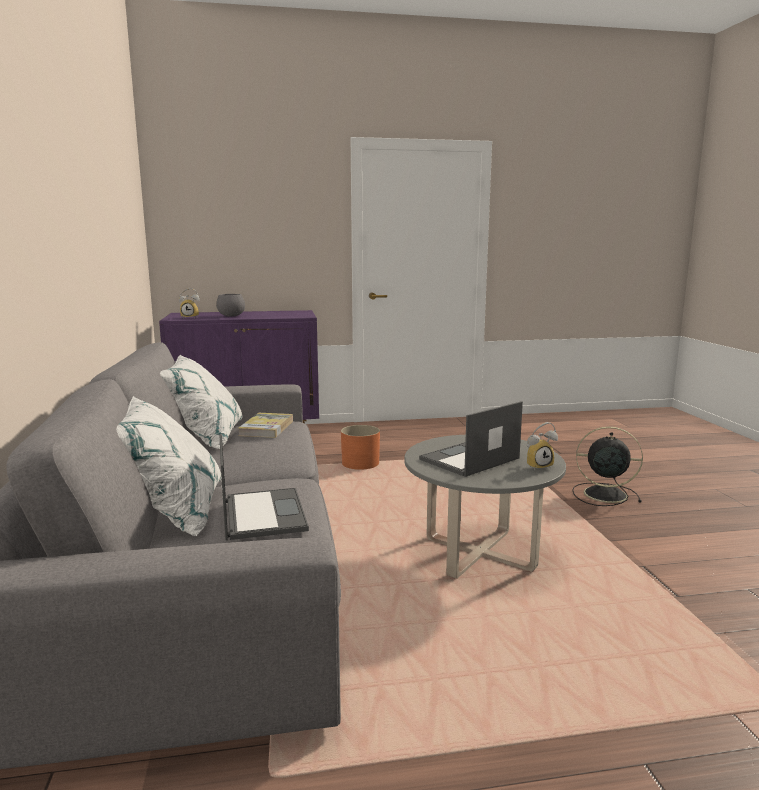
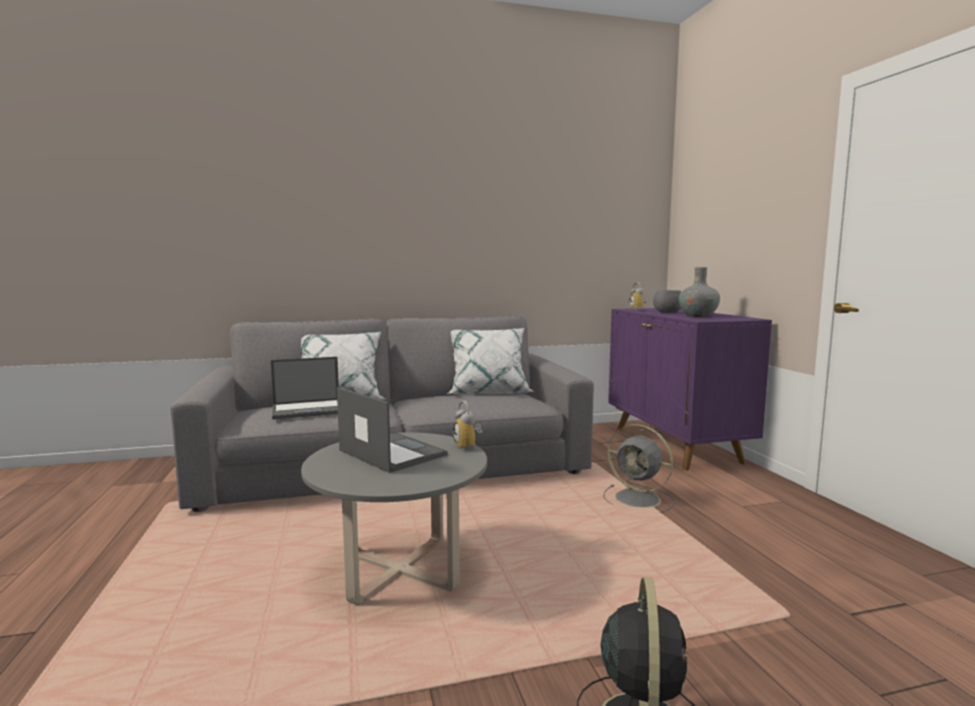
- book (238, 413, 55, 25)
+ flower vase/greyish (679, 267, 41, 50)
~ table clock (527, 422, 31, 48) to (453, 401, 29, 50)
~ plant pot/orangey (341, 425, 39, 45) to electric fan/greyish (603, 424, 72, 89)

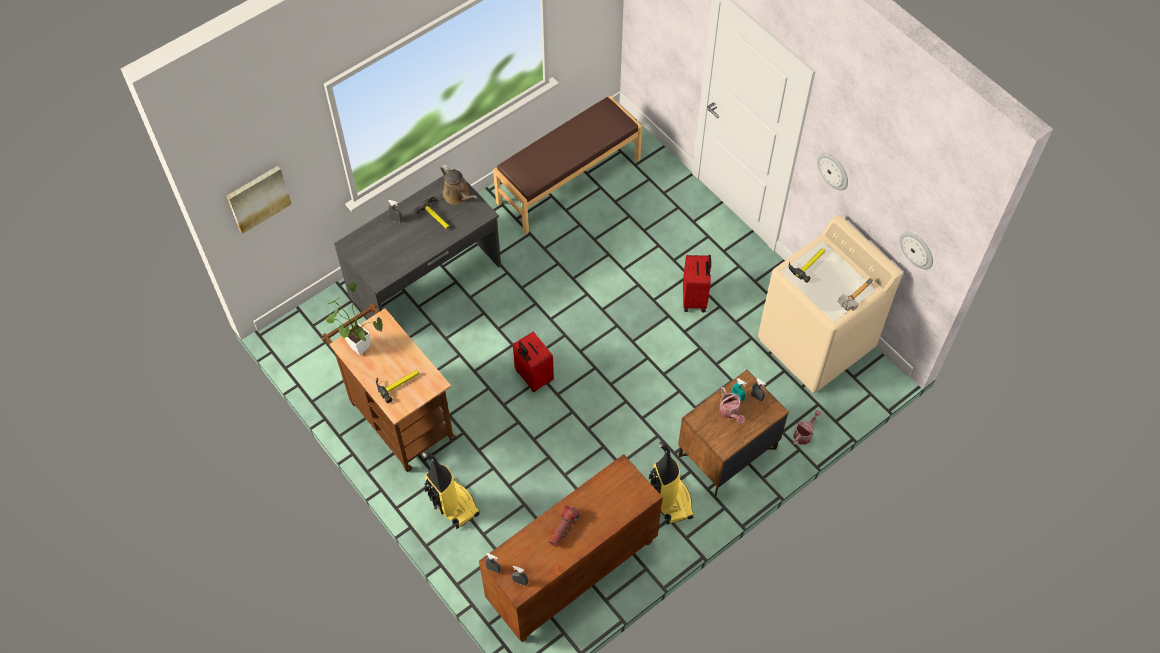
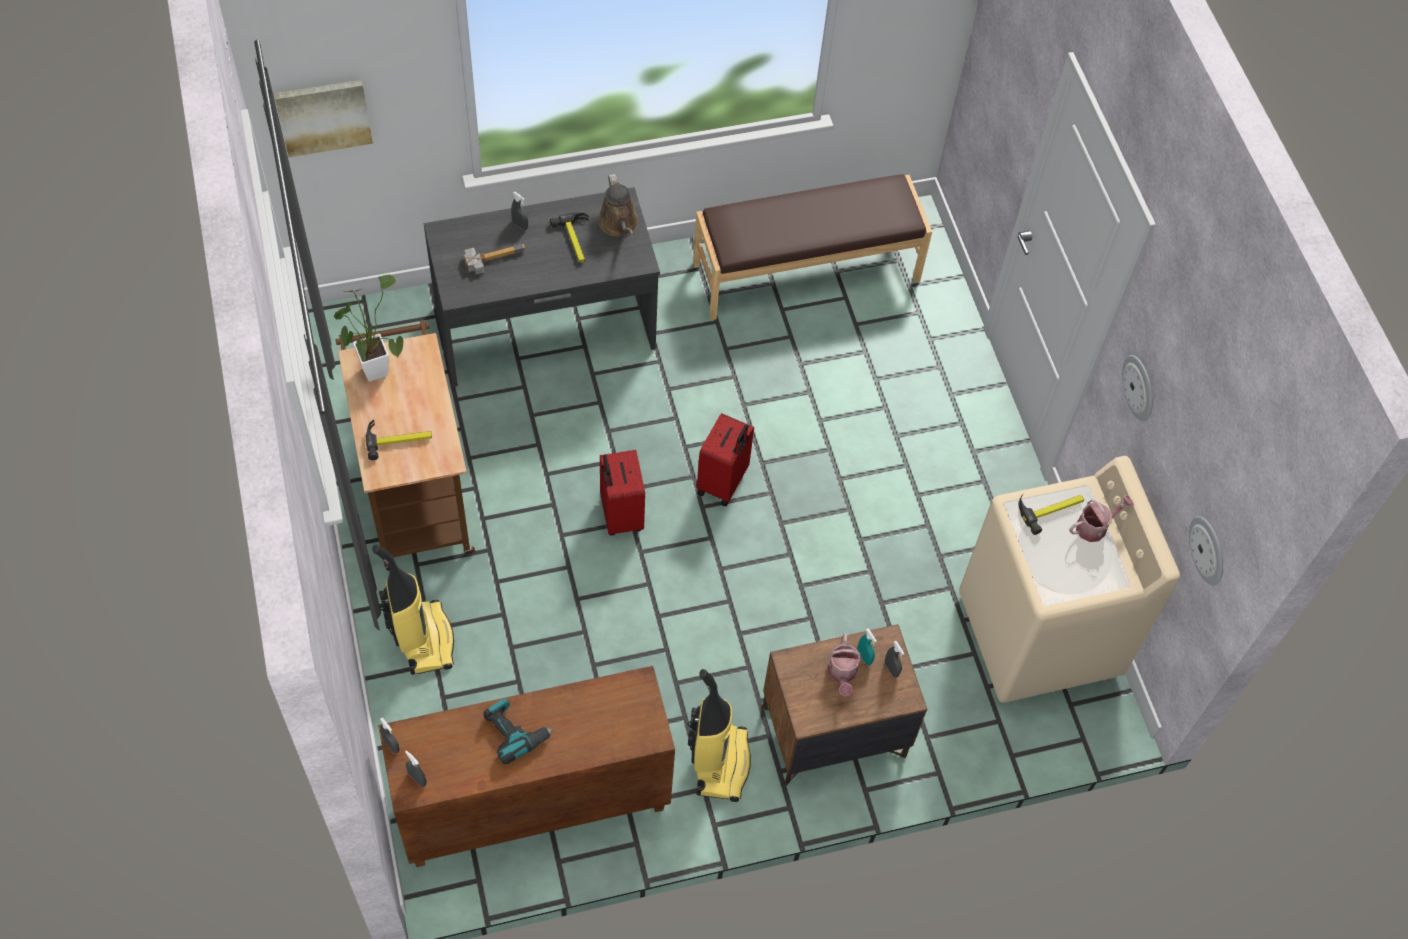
~ piece of luggage/reddish (683, 255, 28, 57) to (697, 413, 57, 93)
~ sprinkling can (793, 410, 29, 35) to (1069, 495, 65, 47)
~ hammer (838, 278, 35, 33) to (464, 244, 61, 30)
~ flashlight (549, 505, 31, 42) to electric drill (484, 698, 70, 66)

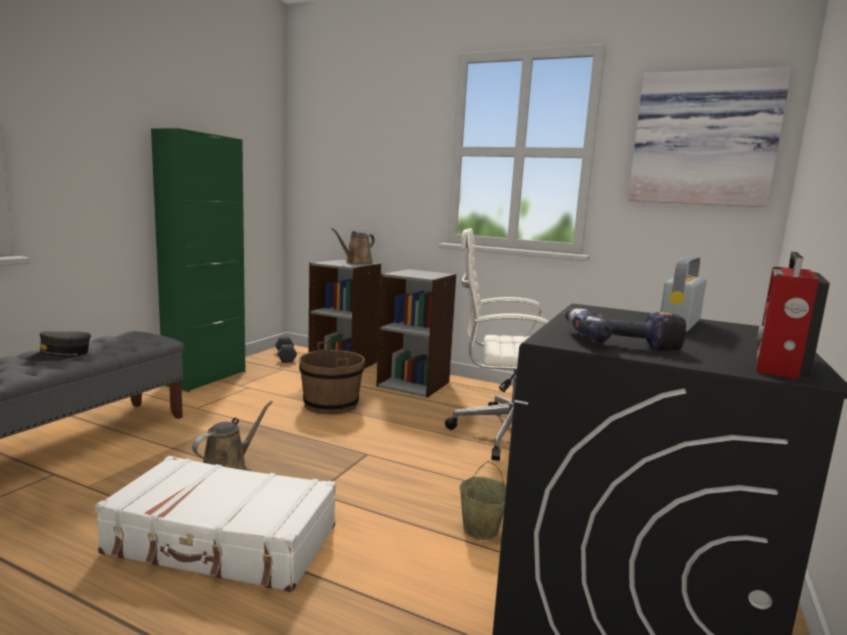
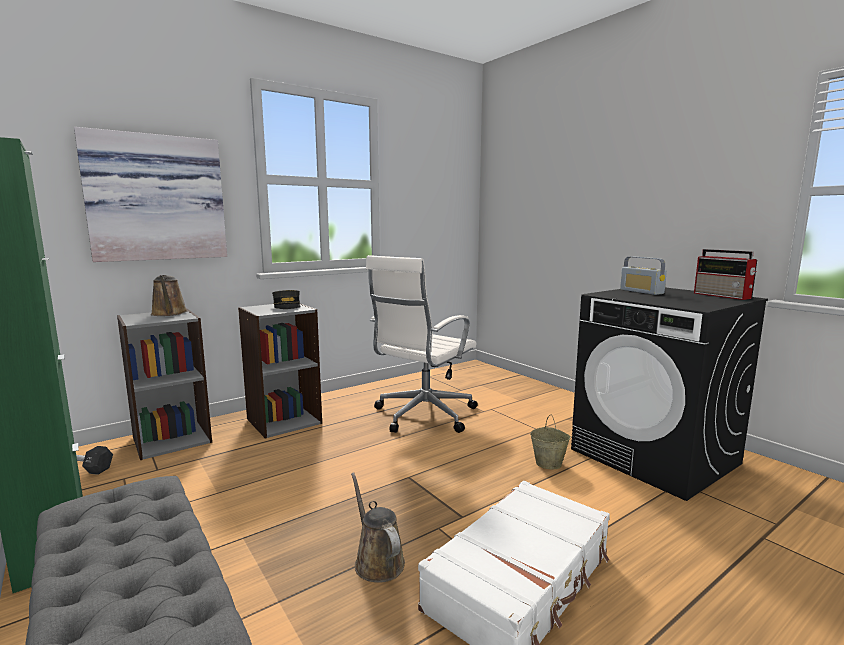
- water bucket/brownish (299, 342, 66, 72)
- electric drill (565, 308, 121, 42)
~ baseball cap/greyish (25, 331, 66, 30) to (272, 290, 28, 19)
~ wall picture (628, 67, 164, 140) to (74, 127, 153, 135)

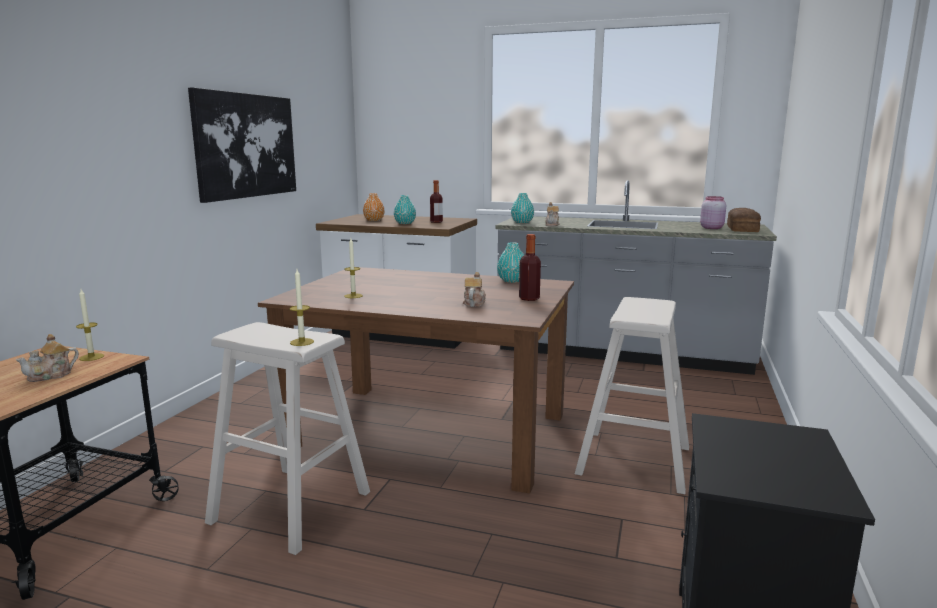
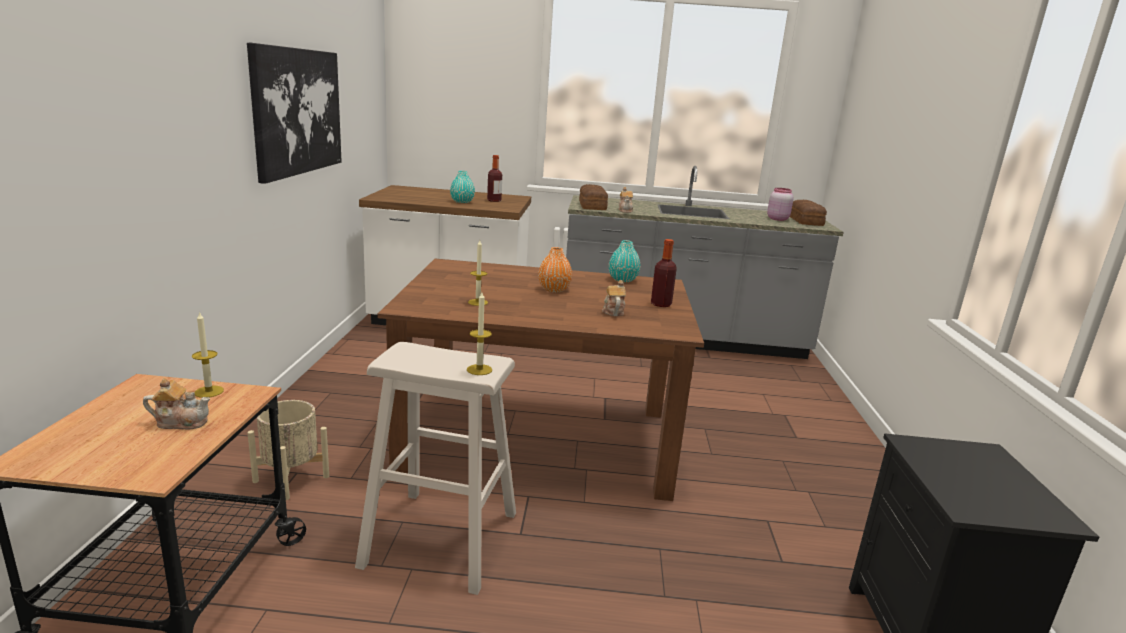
- sitting stool/beige (575, 297, 114, 197)
+ plant pot/beige (247, 400, 82, 100)
~ flower vase/orangey (363, 193, 22, 28) to (538, 247, 34, 45)
~ flower vase/turquoise (511, 193, 23, 30) to bread (579, 184, 29, 26)
~ teapot (15, 334, 64, 48) = (143, 378, 67, 51) 120 degrees counterclockwise

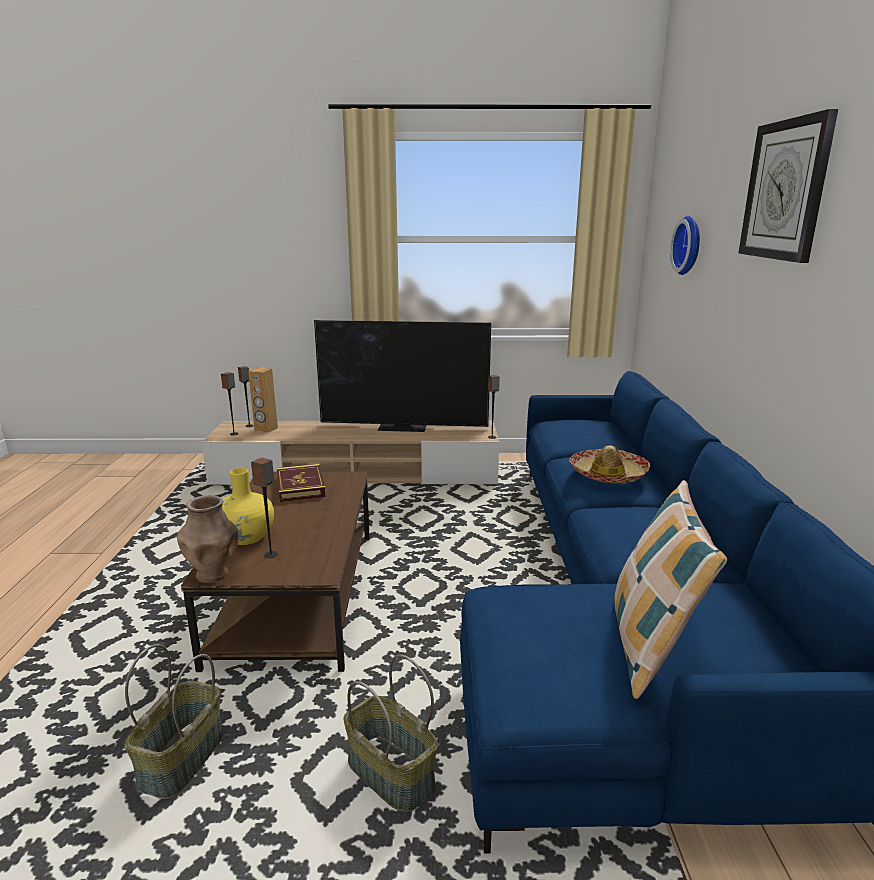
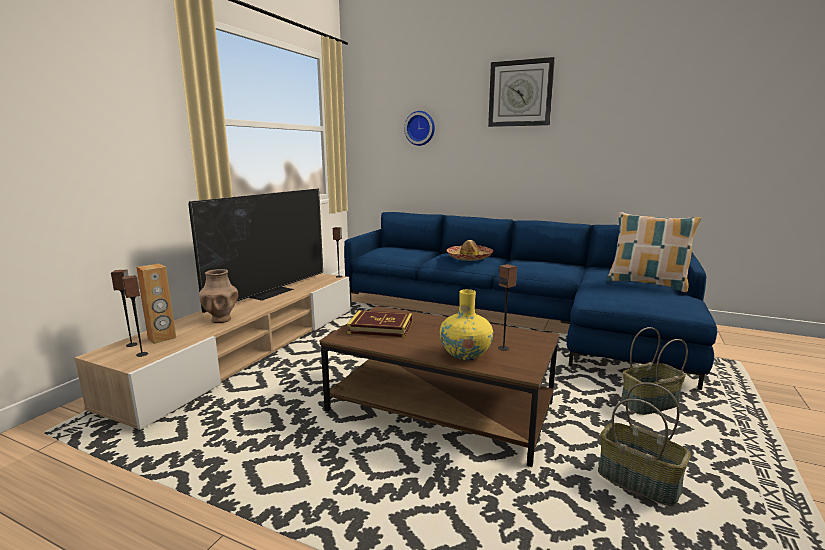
~ flower vase/brownish (177, 495, 62, 88) to (199, 269, 39, 54)

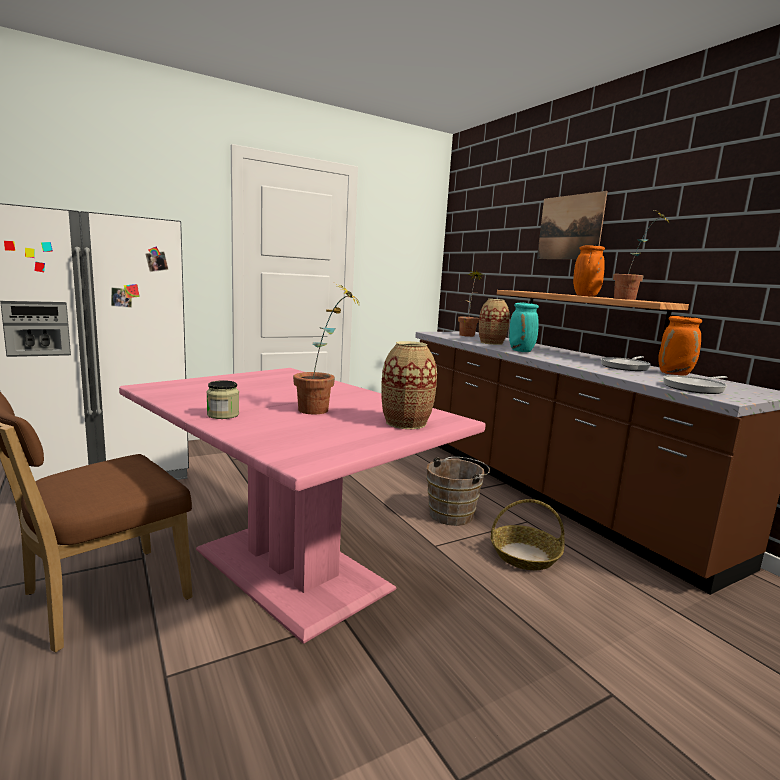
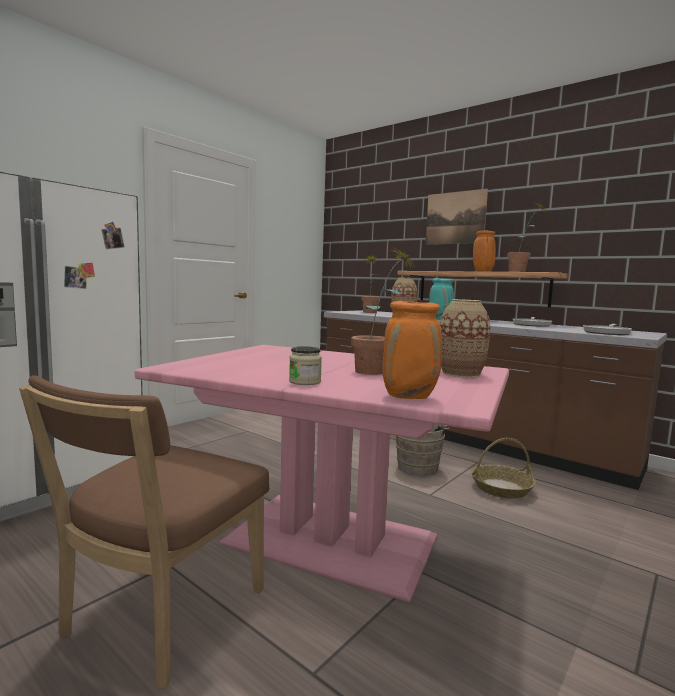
~ flower vase/orangey (658, 316, 44, 60) to (382, 301, 60, 98)

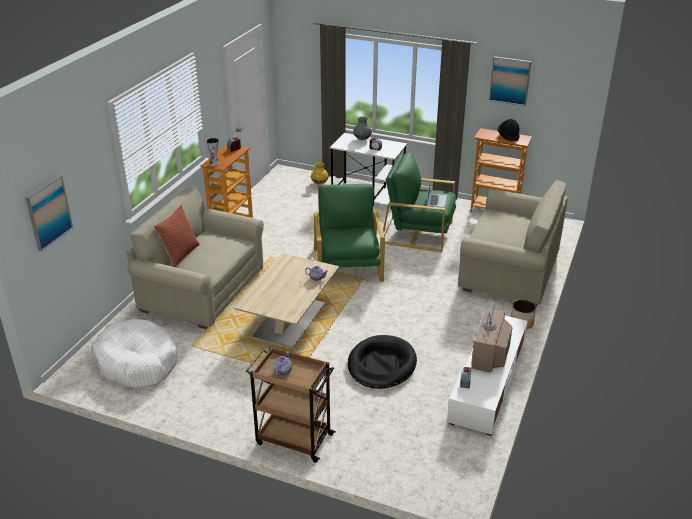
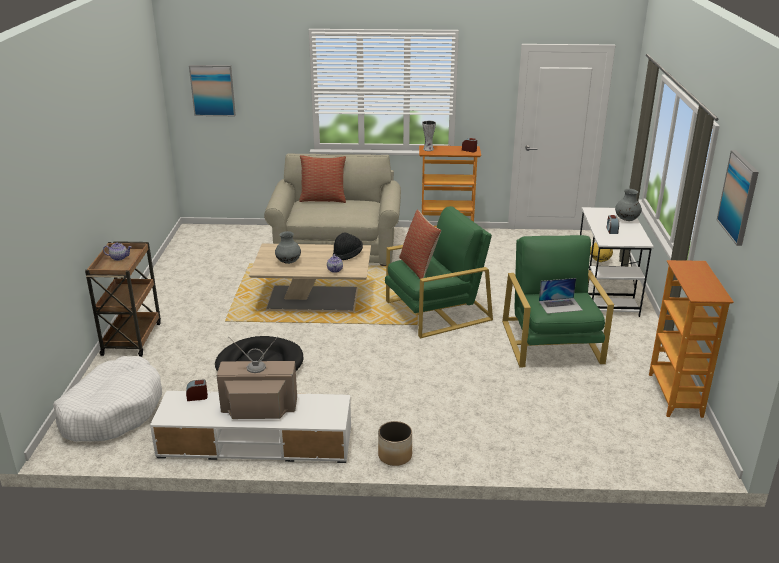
- sofa/beige (458, 180, 110, 126)
+ flower vase/greyish (275, 231, 26, 33)
+ cushion (399, 210, 42, 69)
~ pet bed/white (91, 319, 86, 70) to (53, 356, 109, 86)
~ clothing hat/blackish (498, 119, 22, 22) to (333, 233, 30, 27)

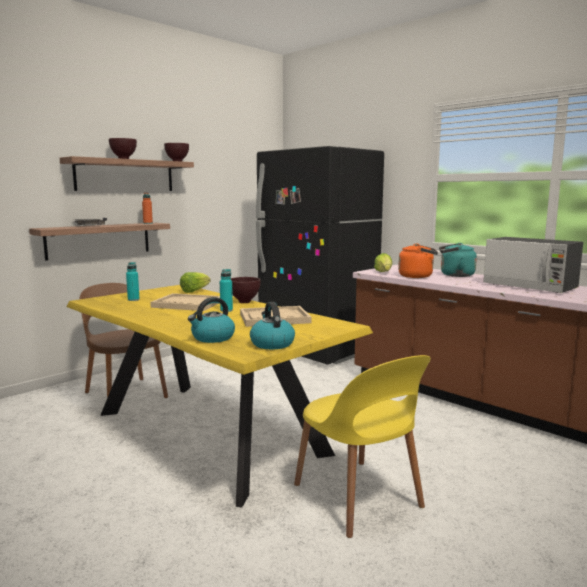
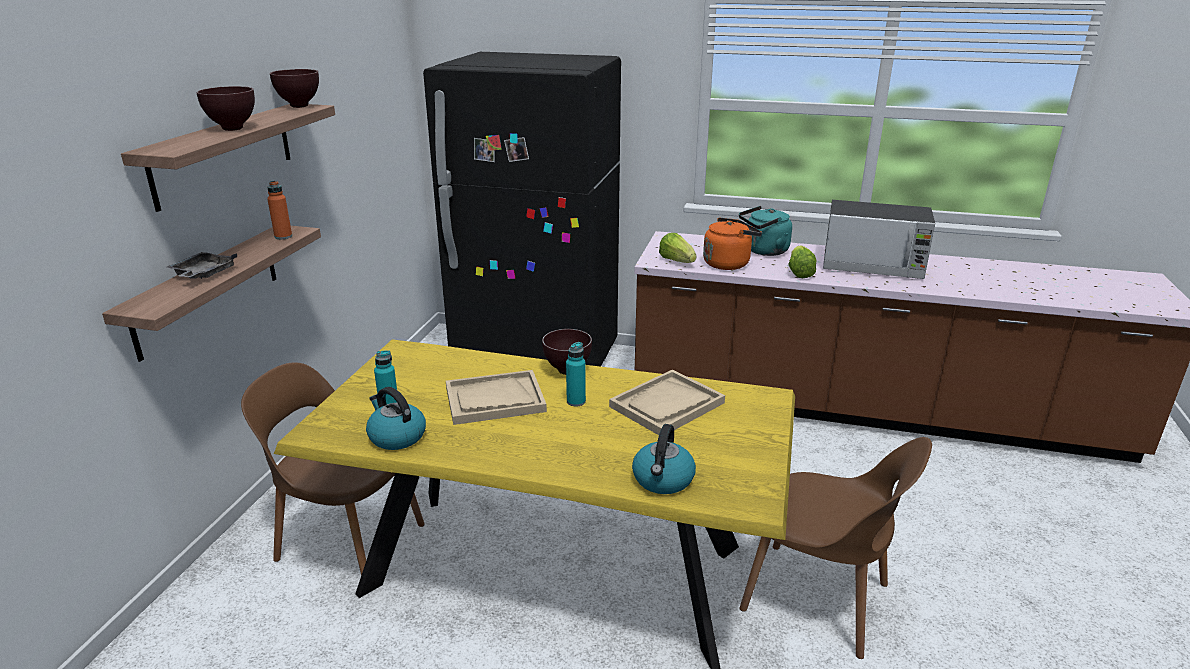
~ lettuce (180, 272, 30, 21) to (788, 245, 29, 33)
~ kettle (250, 302, 45, 47) to (366, 387, 60, 63)
~ plain chair/yellowish (294, 355, 137, 183) to plain chair/brownish (740, 437, 192, 222)

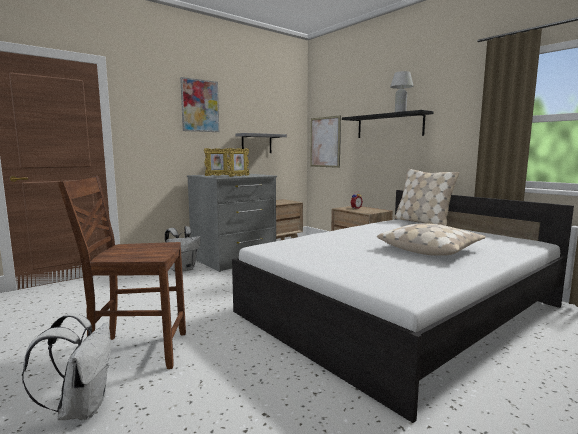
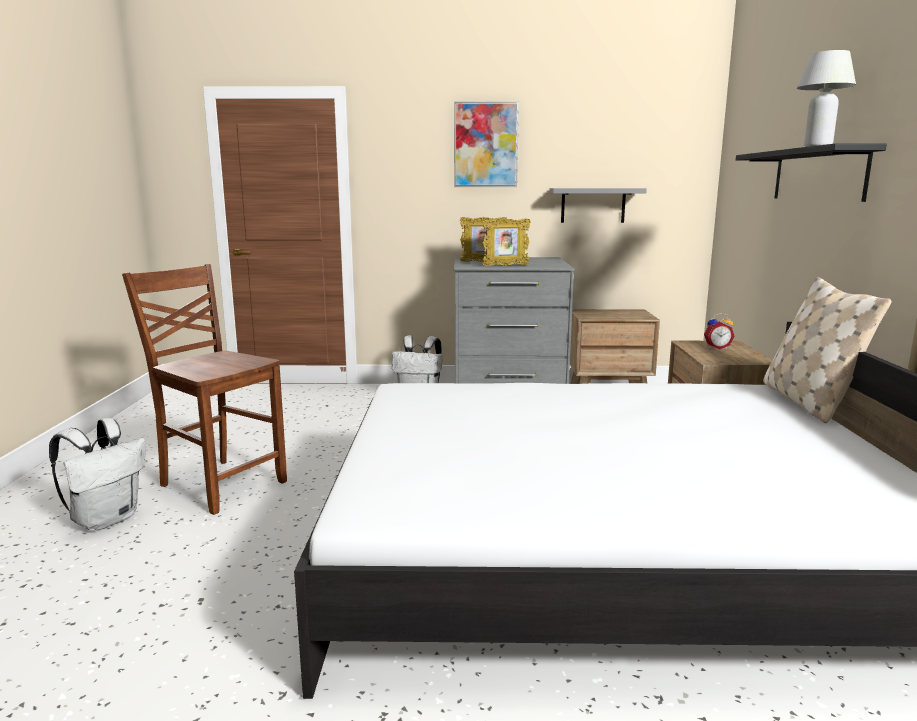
- wall picture (310, 115, 31, 53)
- cushion/beige (377, 223, 109, 33)

